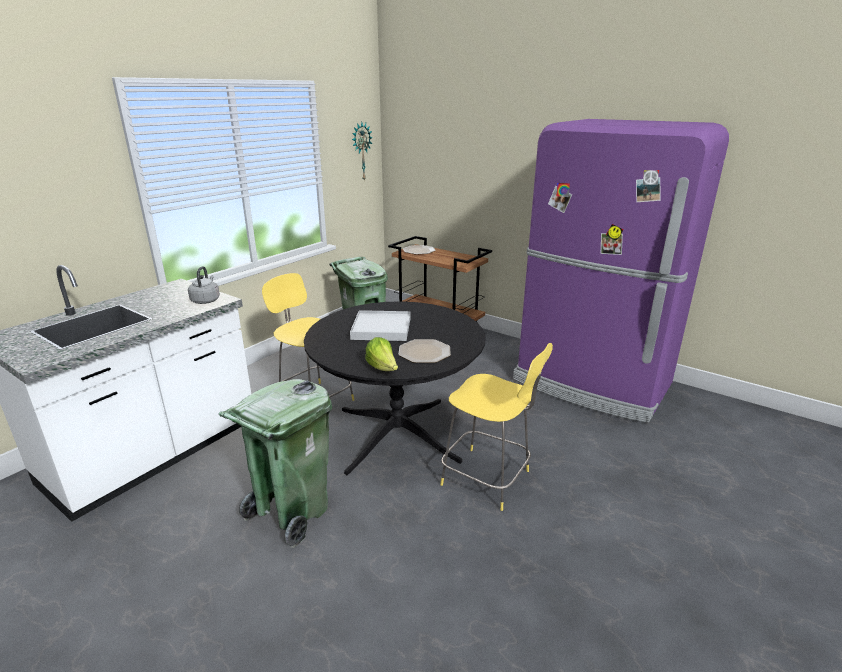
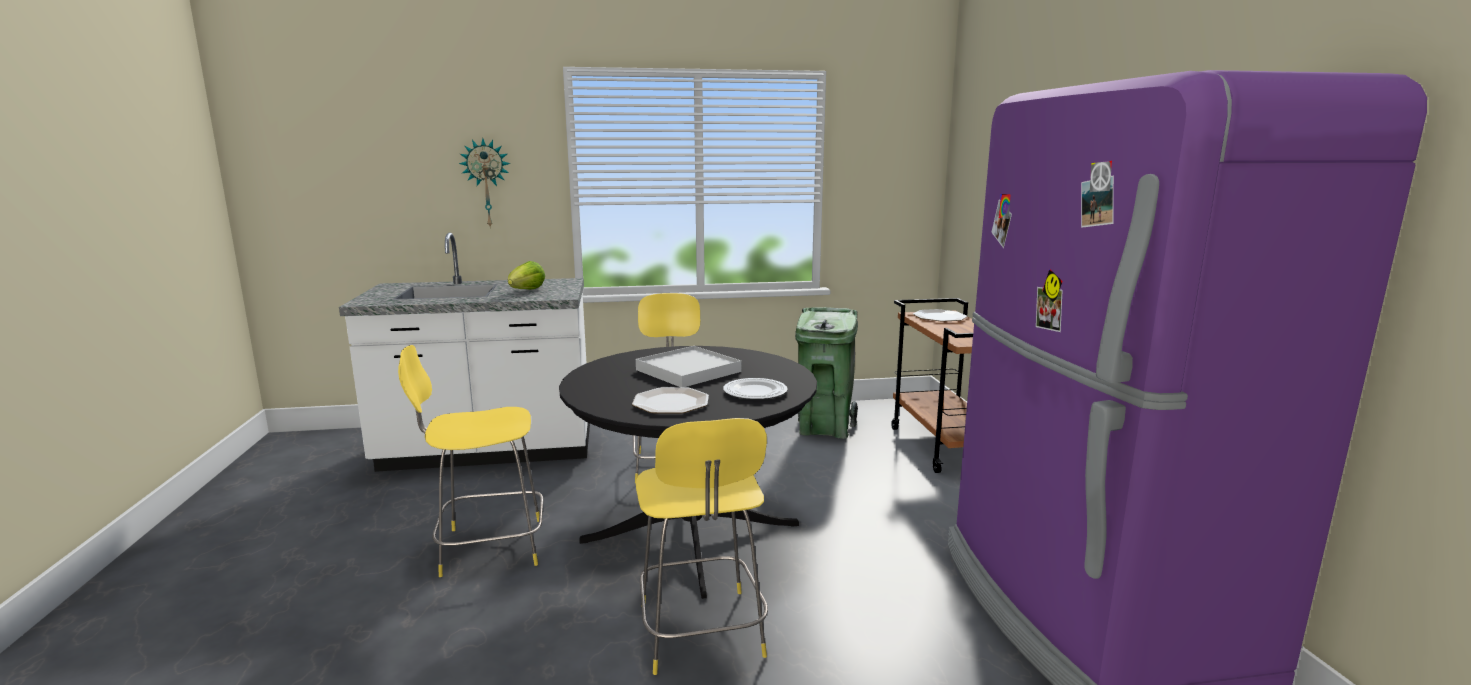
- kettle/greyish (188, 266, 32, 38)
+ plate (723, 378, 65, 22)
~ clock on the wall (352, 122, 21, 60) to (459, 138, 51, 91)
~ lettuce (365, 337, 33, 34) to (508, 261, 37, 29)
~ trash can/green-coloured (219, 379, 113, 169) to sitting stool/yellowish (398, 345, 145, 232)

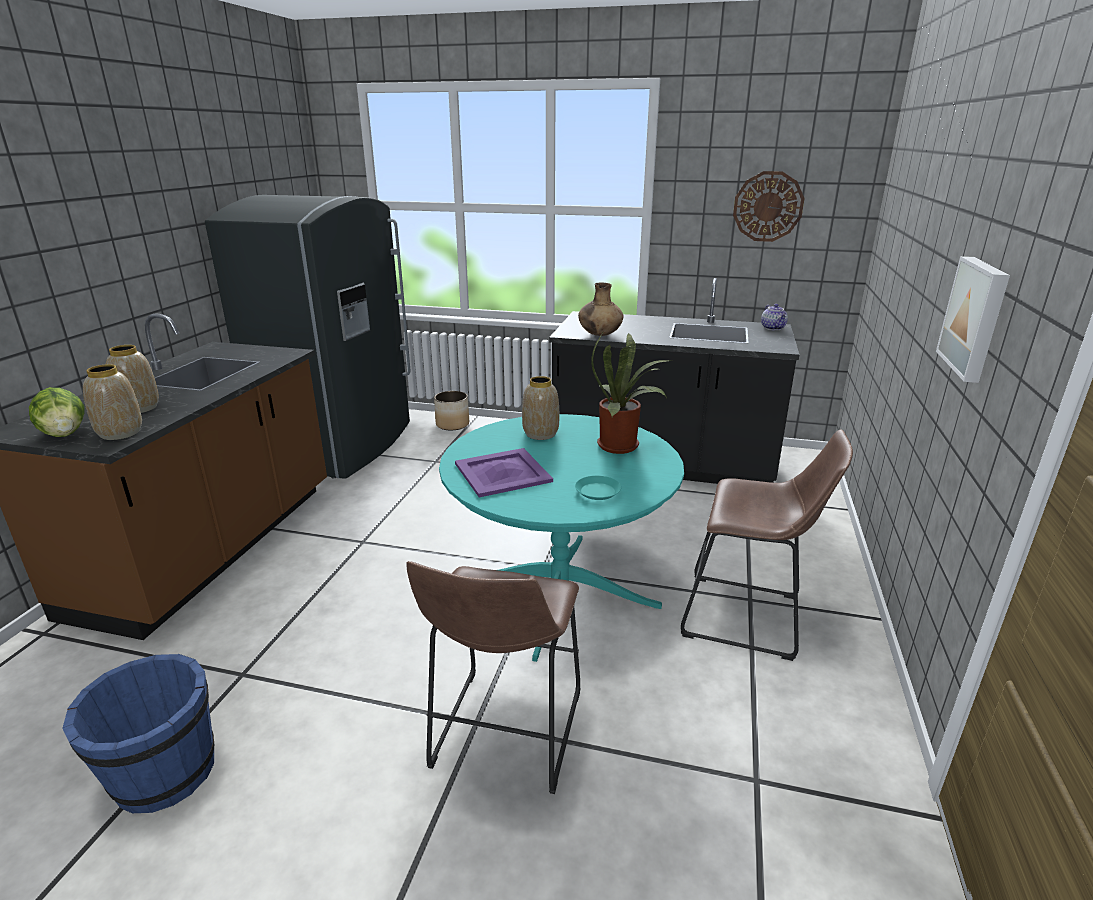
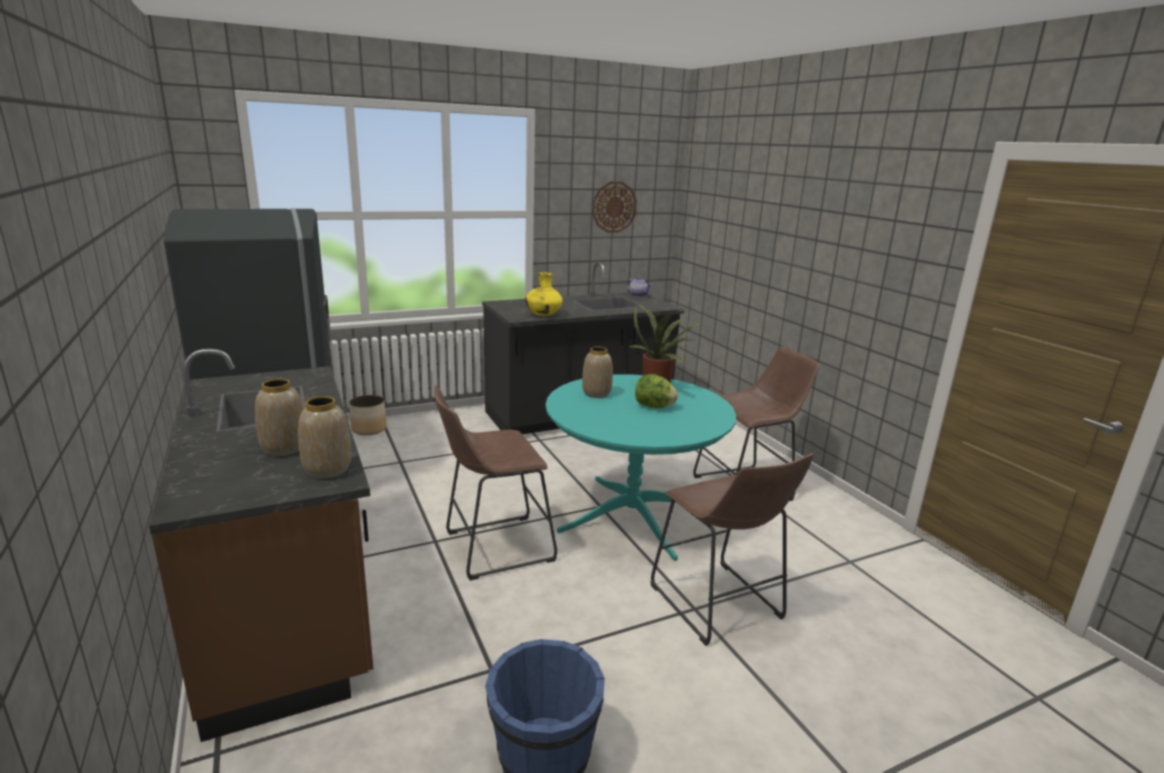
- serving tray/purple (455, 448, 98, 49)
- plate/turquoise (575, 476, 46, 24)
- wall picture (936, 256, 74, 127)
+ sitting stool/brownish (434, 385, 123, 196)
~ lettuce (29, 387, 55, 50) to (635, 374, 43, 34)
~ flower vase/brownish (578, 283, 46, 53) to flower vase/yellowish (525, 272, 38, 44)

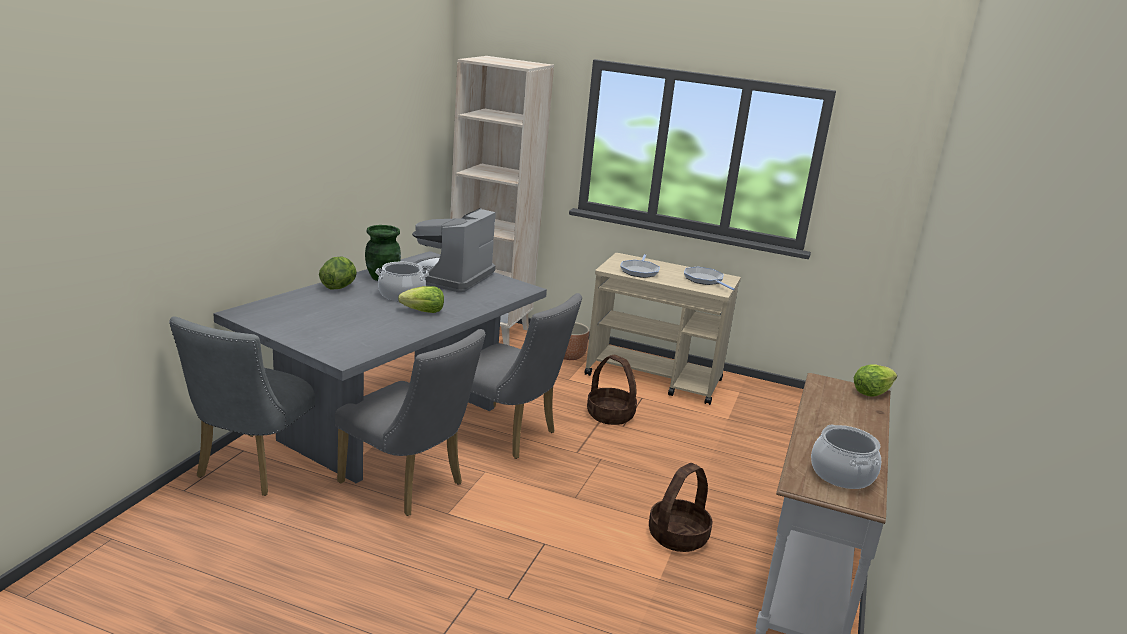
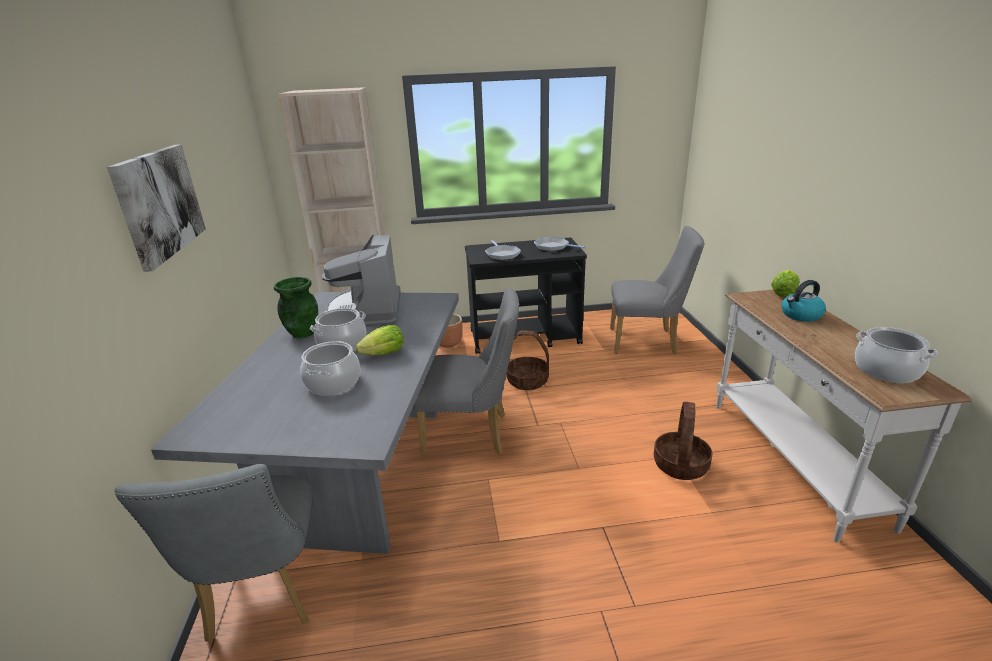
- lettuce (319, 257, 38, 33)
+ wall picture (107, 144, 99, 128)
+ saucepot (300, 341, 61, 55)
+ kettle (782, 280, 44, 42)
~ plain chair/greyish (335, 329, 151, 187) to (610, 226, 94, 128)
~ wheeled cart/beige (584, 253, 157, 152) to wheeled cart/blackish (465, 238, 122, 116)

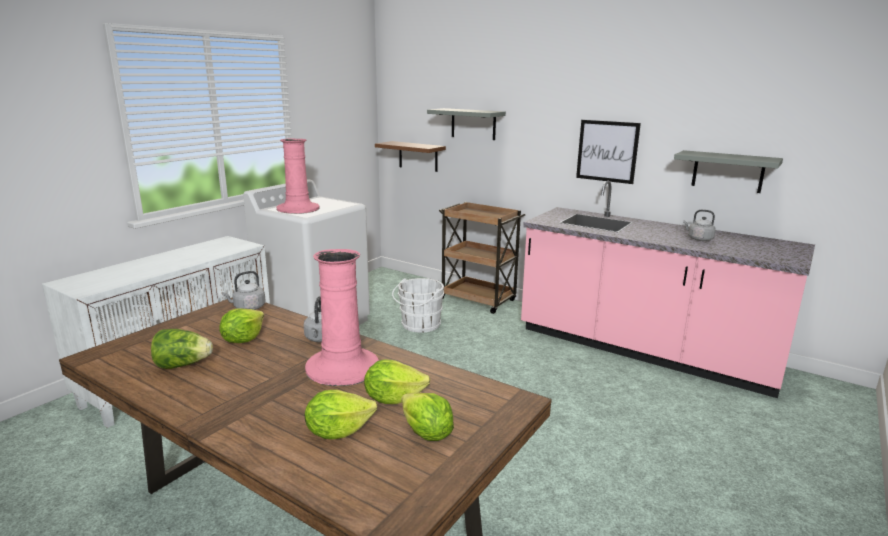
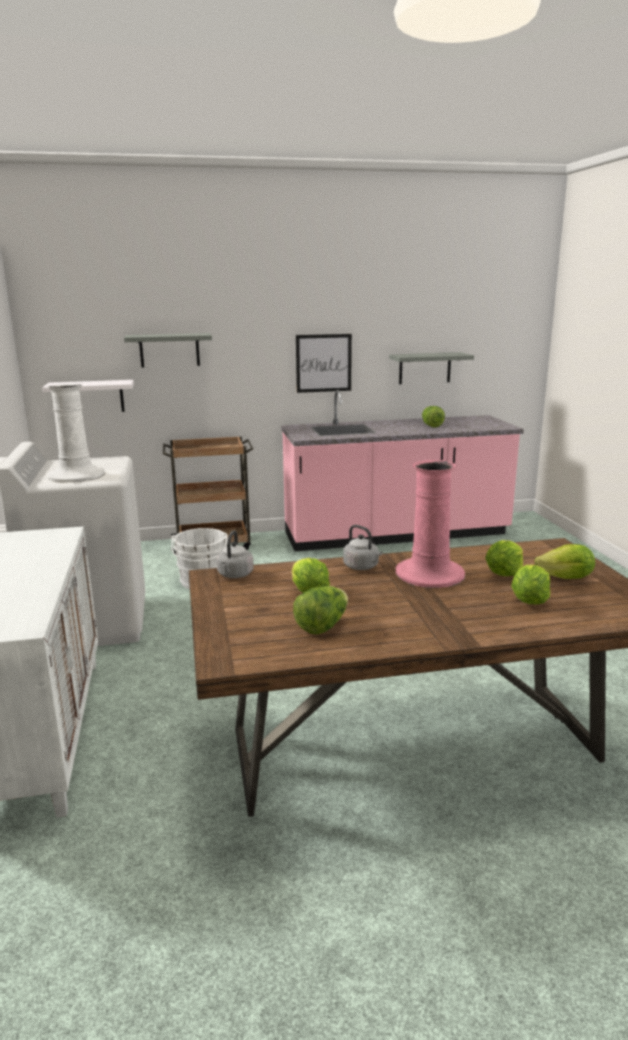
~ kettle/greyish (683, 210, 33, 31) to lettuce (422, 406, 23, 22)
~ flower vase/pinkish (277, 138, 42, 76) to flower vase/white (47, 384, 58, 99)
~ shelf/brownish (375, 141, 71, 31) to shelf/white (42, 380, 92, 32)

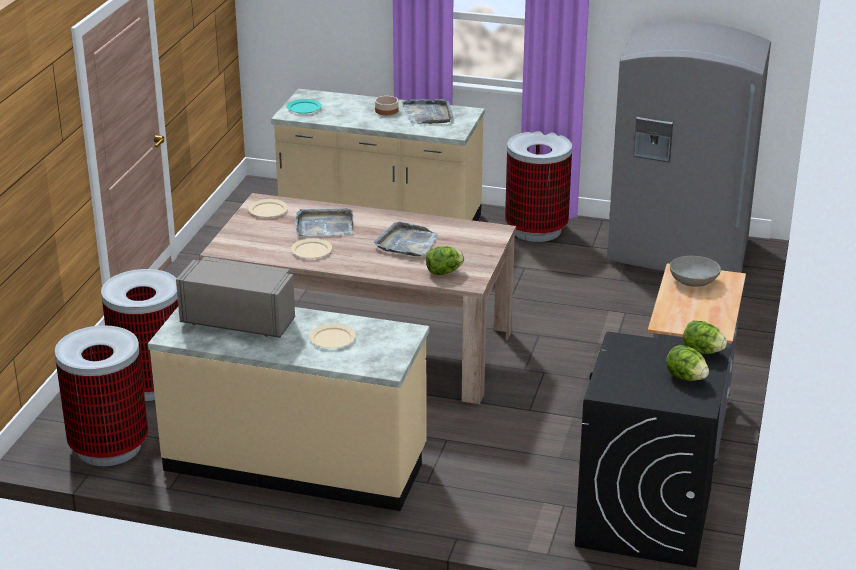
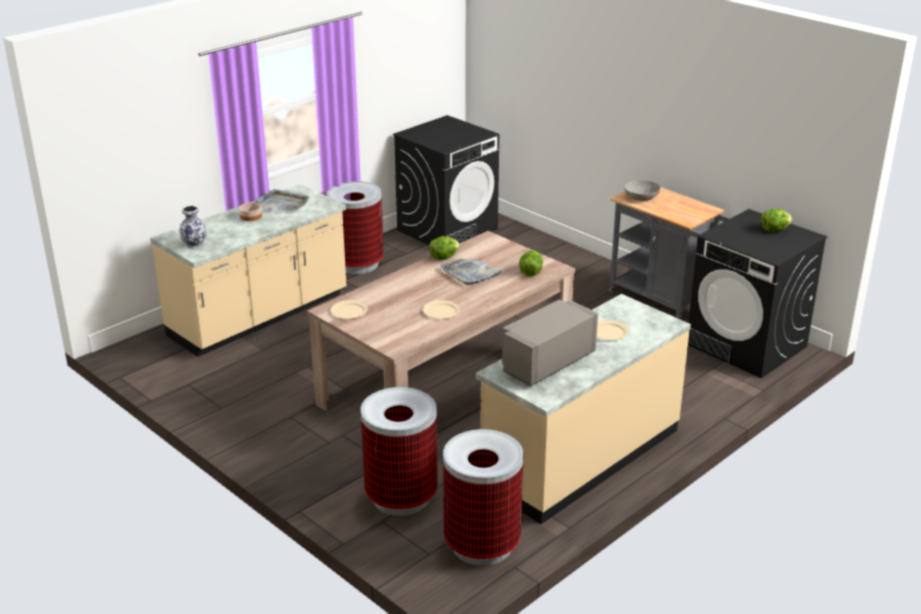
- serving tray/greyish (295, 208, 58, 28)
~ lettuce (683, 321, 44, 33) to (429, 236, 31, 24)
~ plate/turquoise (287, 99, 35, 15) to flower vase (179, 206, 28, 43)
~ refrigerator/greyish (607, 21, 164, 252) to laundry machine/blackish (393, 115, 106, 130)

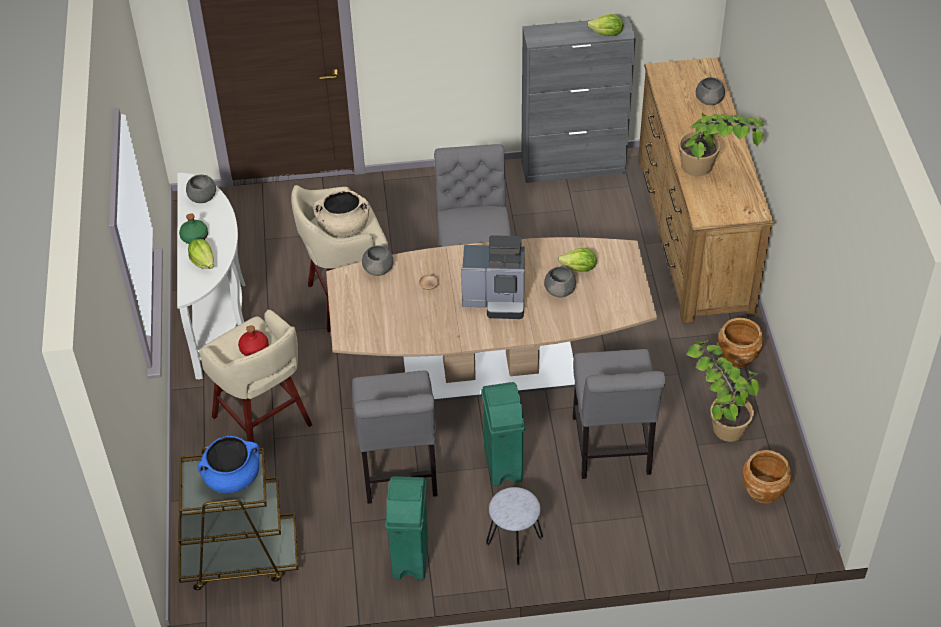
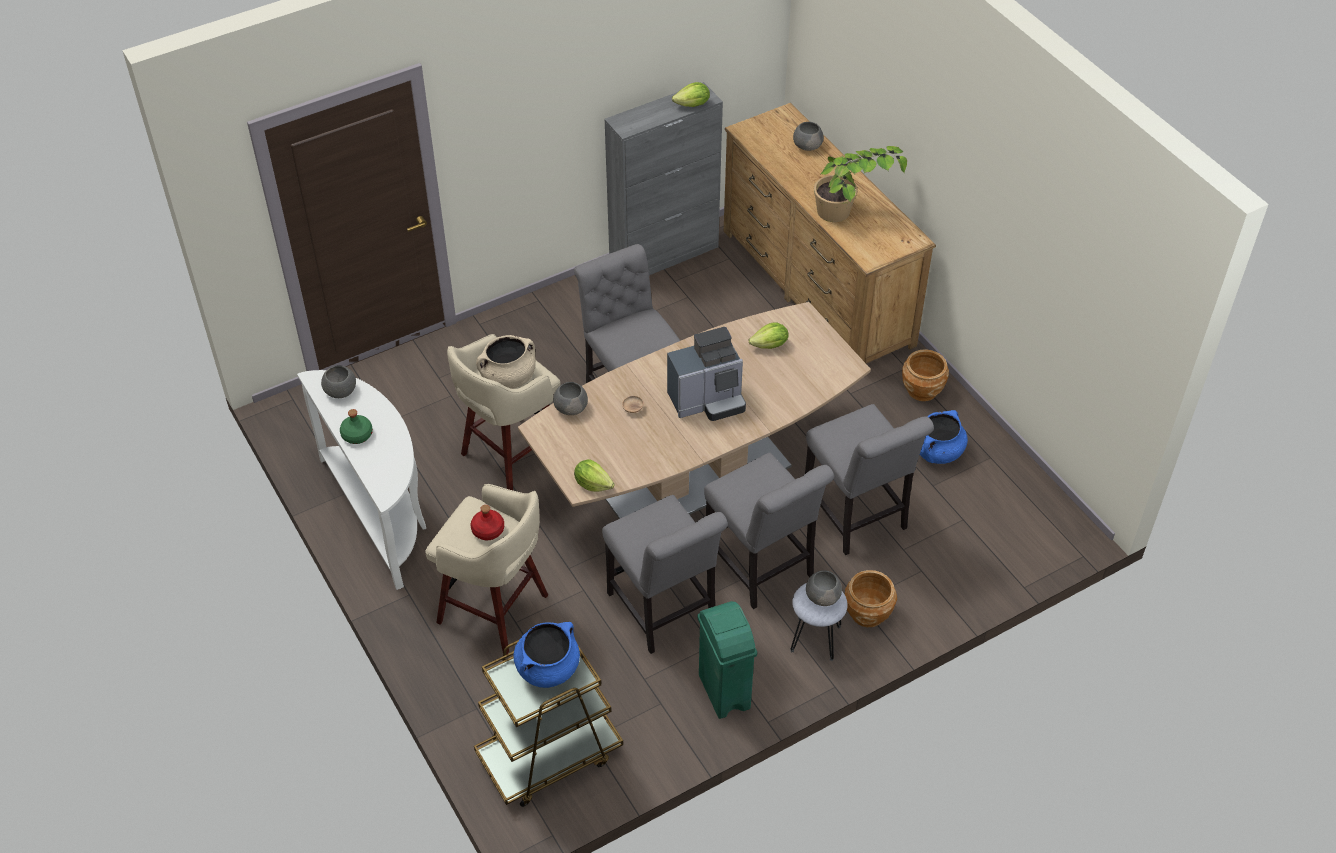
~ lettuce (188, 239, 26, 30) to (574, 459, 41, 33)
~ deep dish/greyish (544, 267, 32, 30) to (806, 570, 36, 36)
~ plant pot/brownish (742, 450, 50, 53) to (845, 570, 53, 57)
~ trash can/green-coloured (481, 382, 44, 104) to plain chair/greyish (704, 453, 130, 156)
~ houseplant (686, 340, 74, 102) to saucepot/blue-coloured (920, 410, 48, 54)

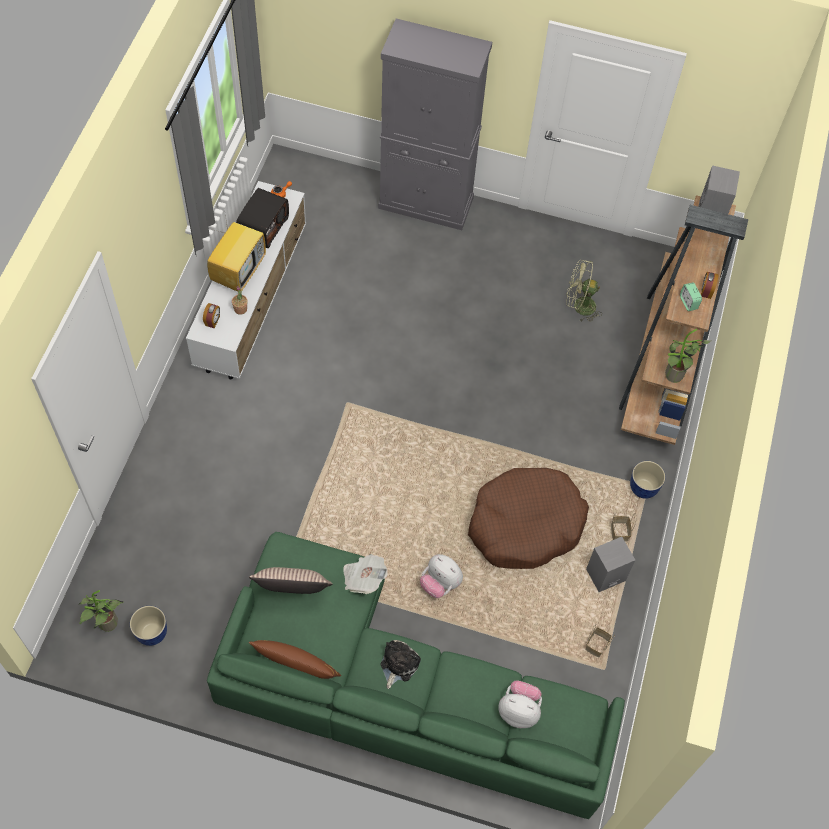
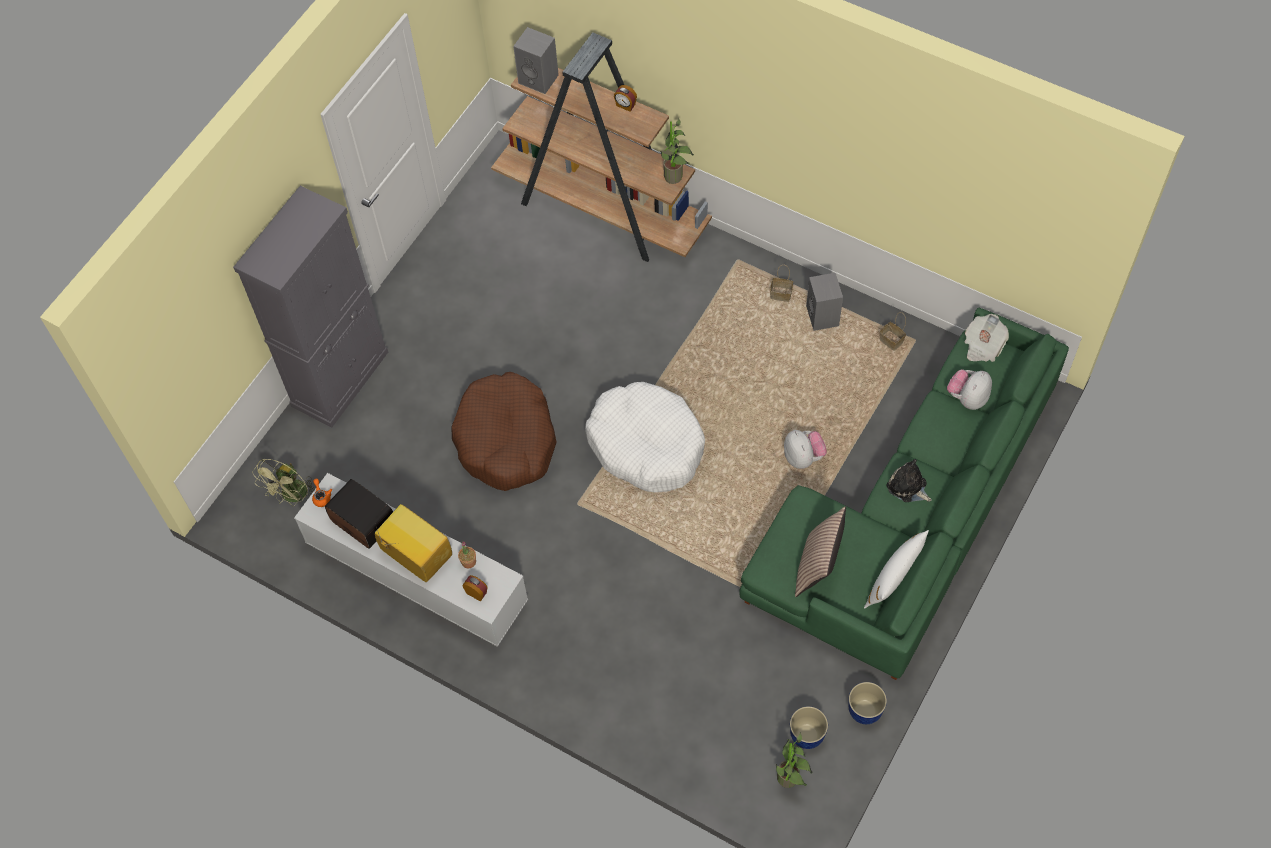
- table clock (680, 282, 22, 29)
+ pet bed/white (585, 382, 120, 110)
~ newspaper (343, 554, 45, 40) to (965, 314, 44, 48)
~ pet bed/brownish (468, 468, 121, 101) to (451, 372, 106, 119)
~ electric fan/green-coloured (566, 260, 36, 62) to (252, 459, 63, 47)
~ plant pot (630, 461, 35, 38) to (849, 682, 38, 42)
~ cushion/brownish (249, 640, 92, 39) to cushion/white (864, 530, 65, 79)
~ cuddly toy (420, 554, 43, 44) = (784, 430, 43, 39) 75 degrees counterclockwise

